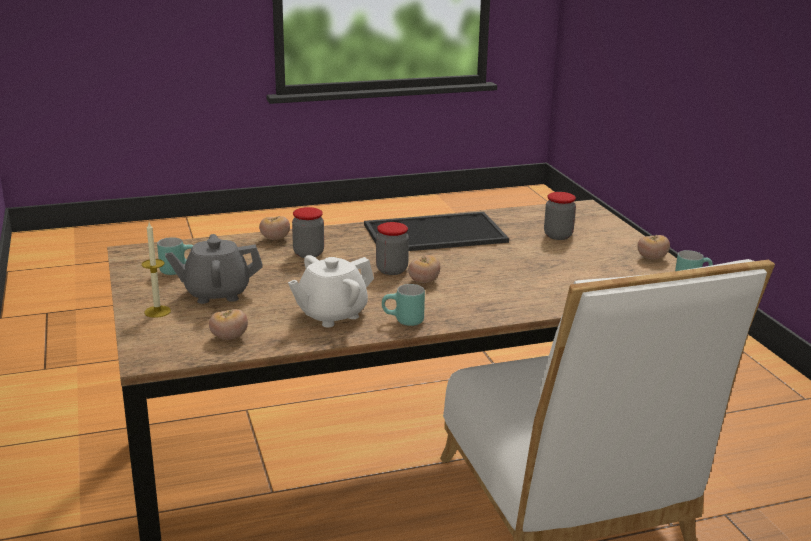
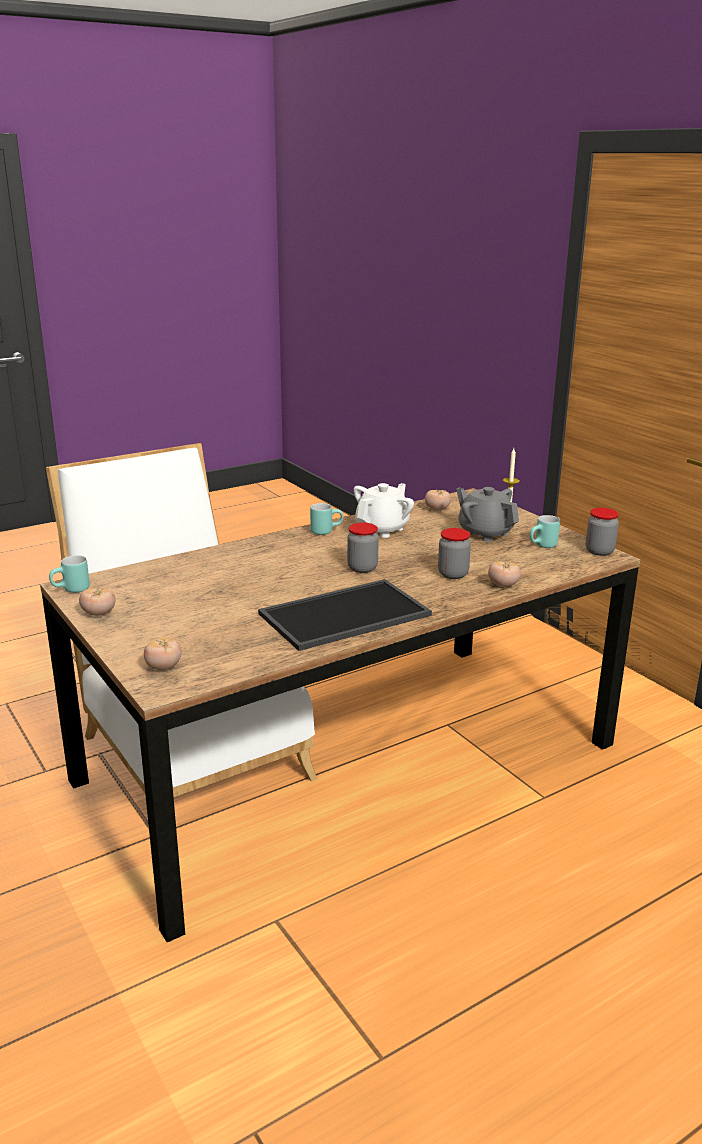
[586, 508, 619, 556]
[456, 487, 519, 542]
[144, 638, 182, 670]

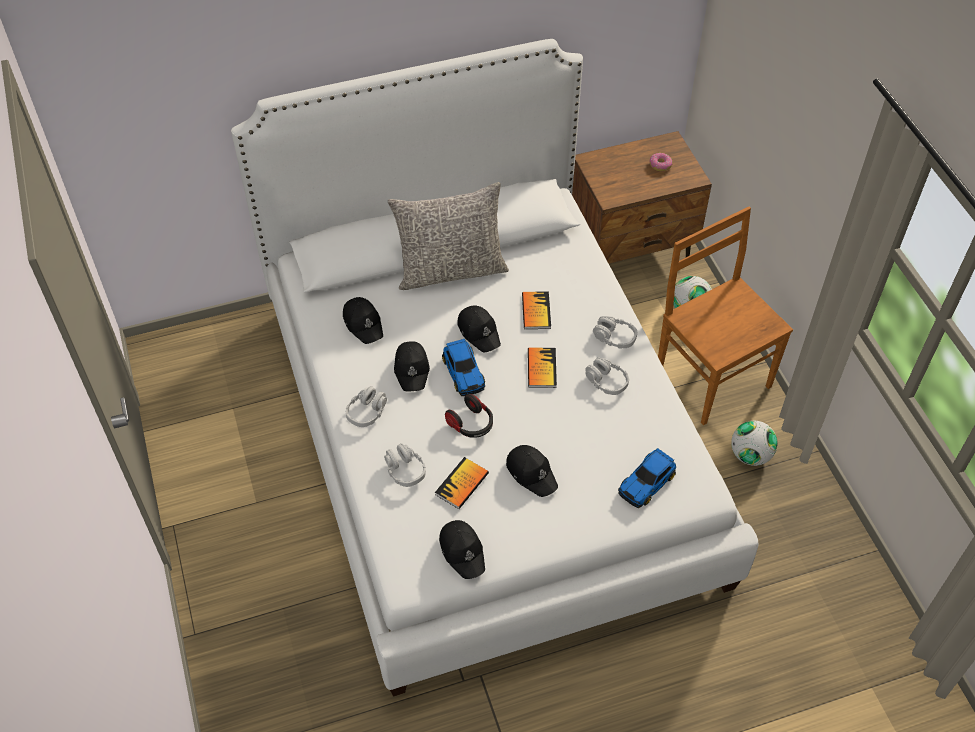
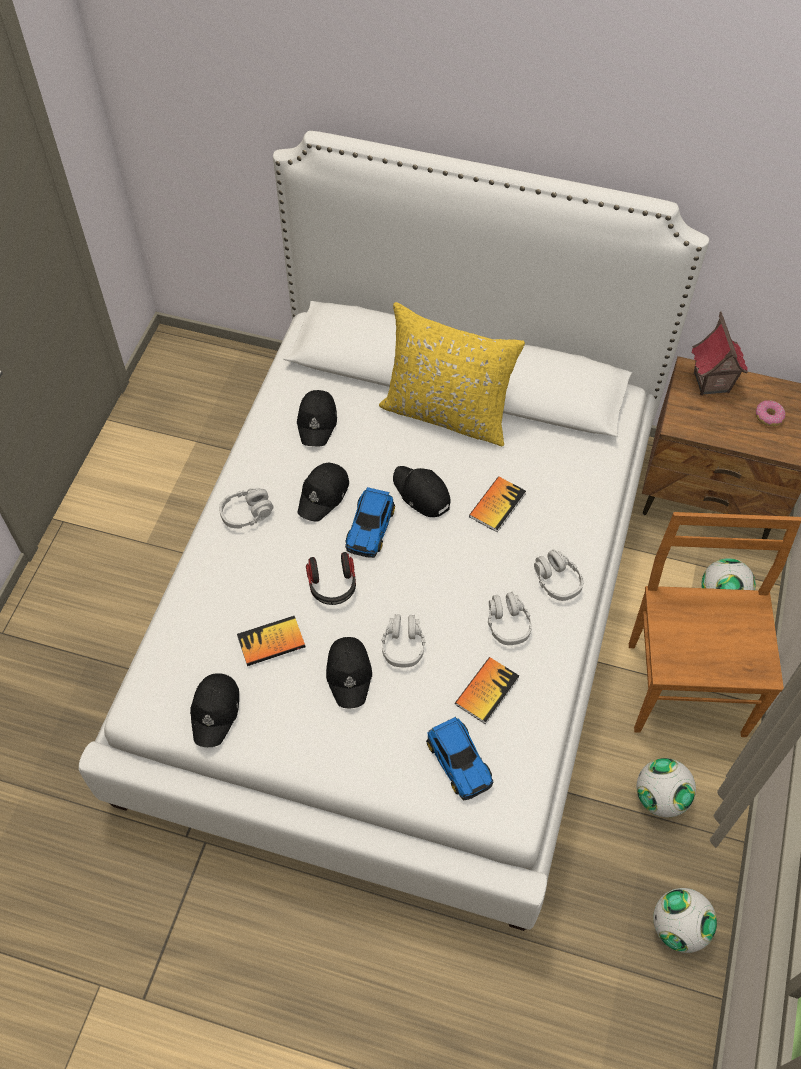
[379, 302, 525, 446]
[393, 466, 451, 517]
[455, 657, 519, 724]
[381, 614, 425, 667]
[426, 717, 493, 801]
[691, 312, 748, 396]
[653, 888, 717, 953]

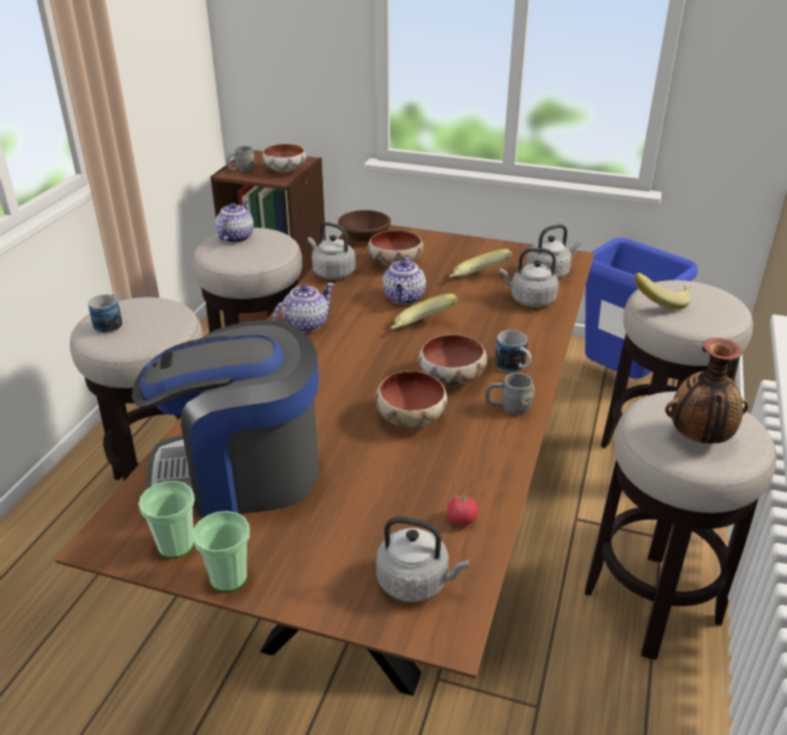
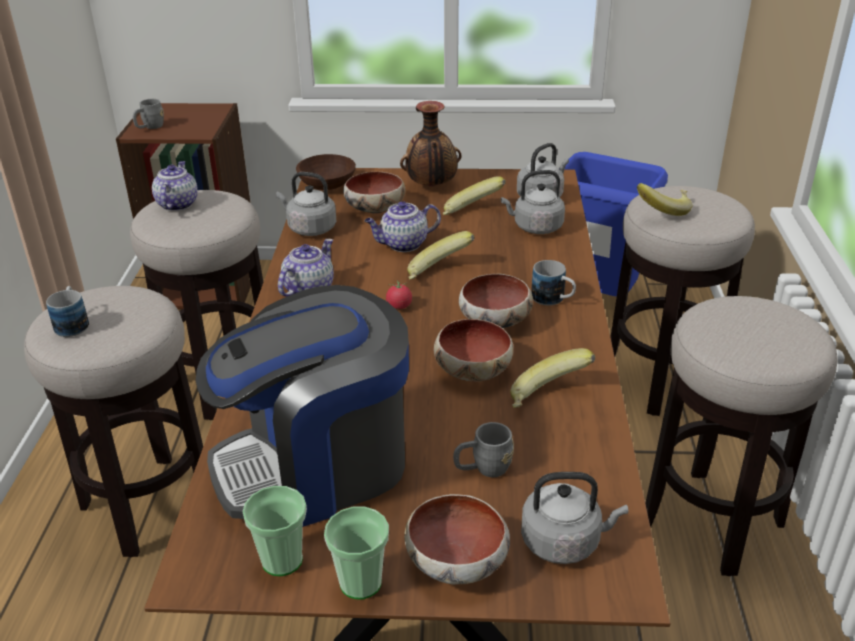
[404, 494, 510, 584]
[365, 201, 441, 252]
[400, 101, 461, 187]
[453, 422, 514, 477]
[386, 280, 412, 309]
[510, 348, 595, 408]

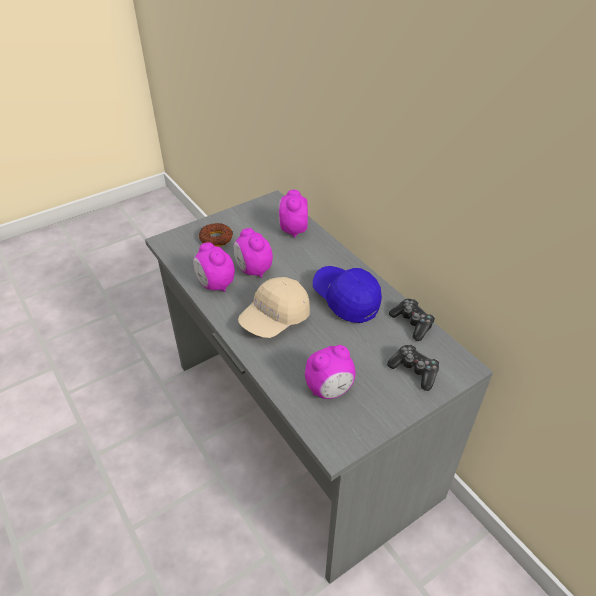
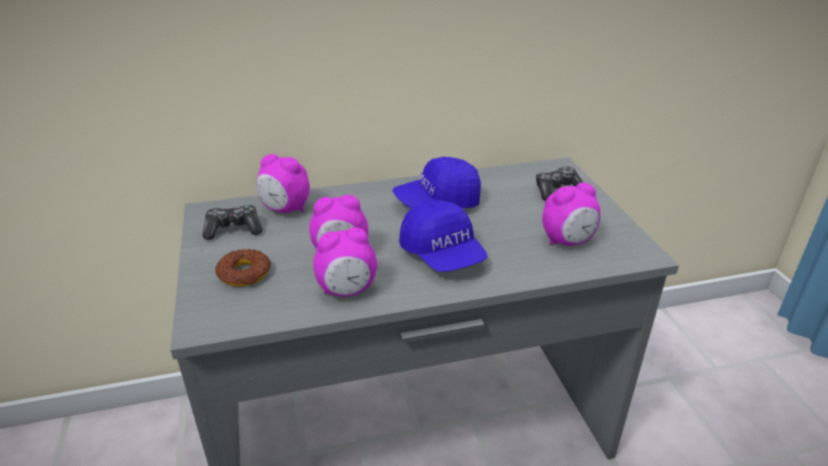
[399, 200, 487, 272]
[202, 205, 262, 240]
[542, 183, 600, 246]

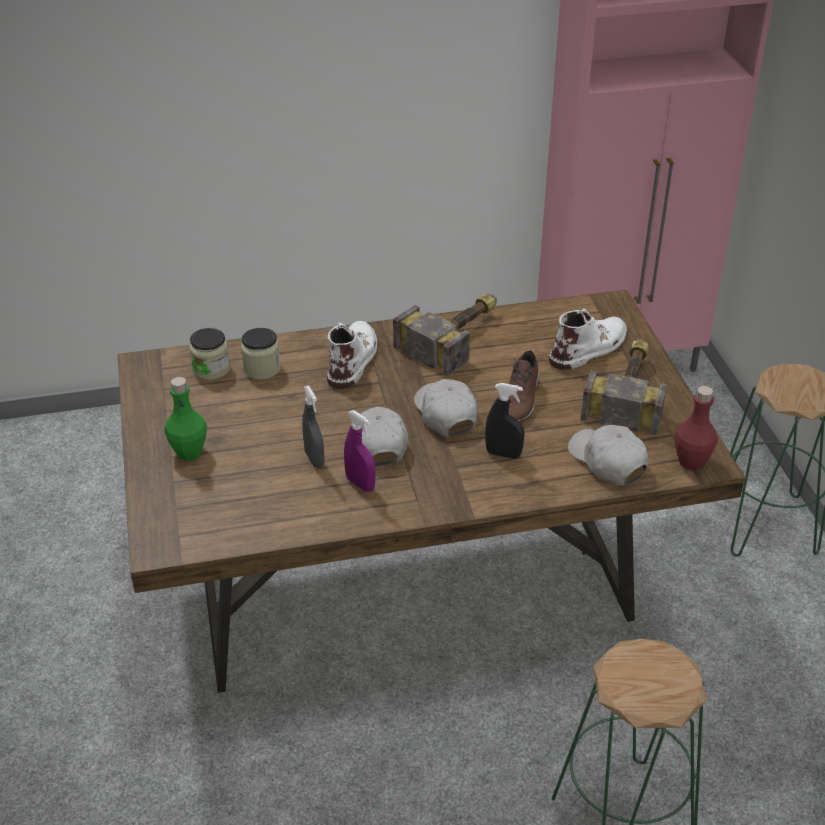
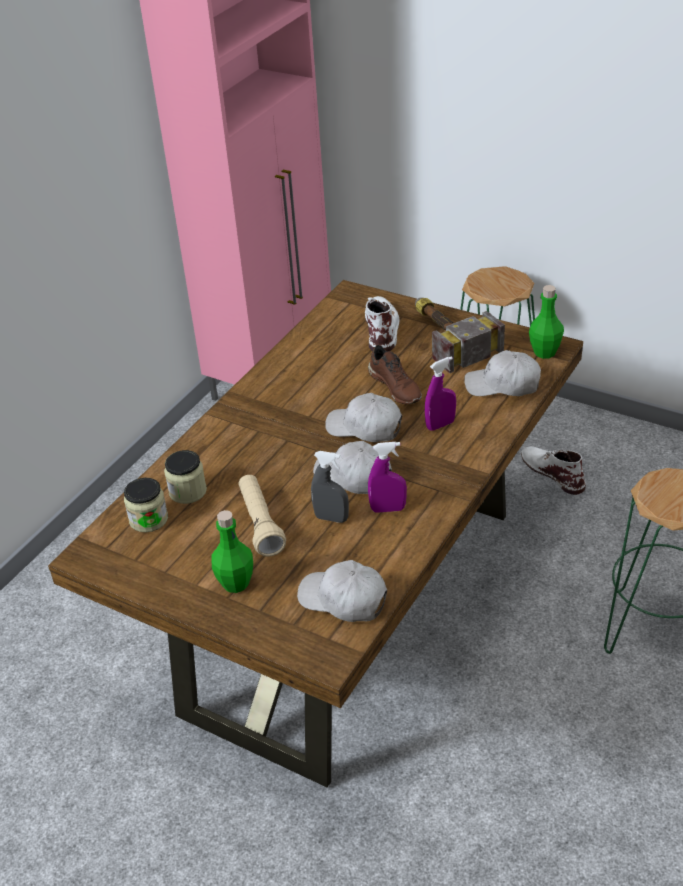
[393, 294, 497, 376] (first image)
[521, 446, 586, 495]
[425, 356, 456, 431]
[529, 285, 564, 359]
[238, 475, 286, 557]
[297, 560, 387, 622]

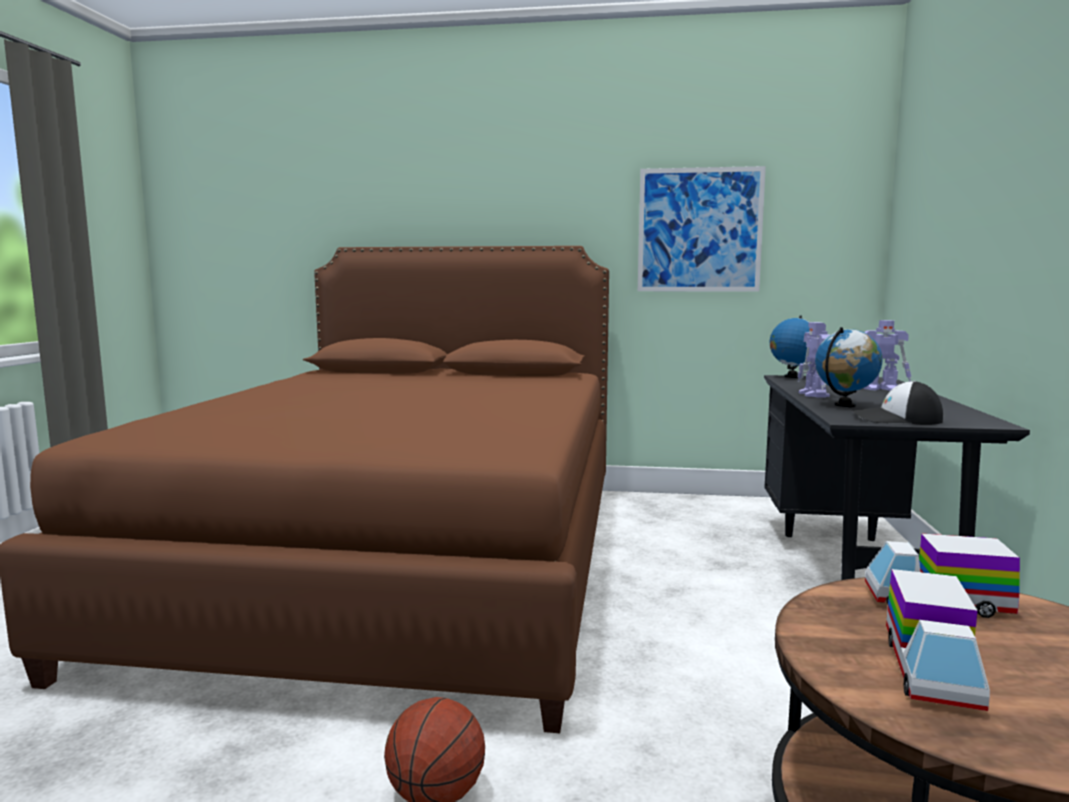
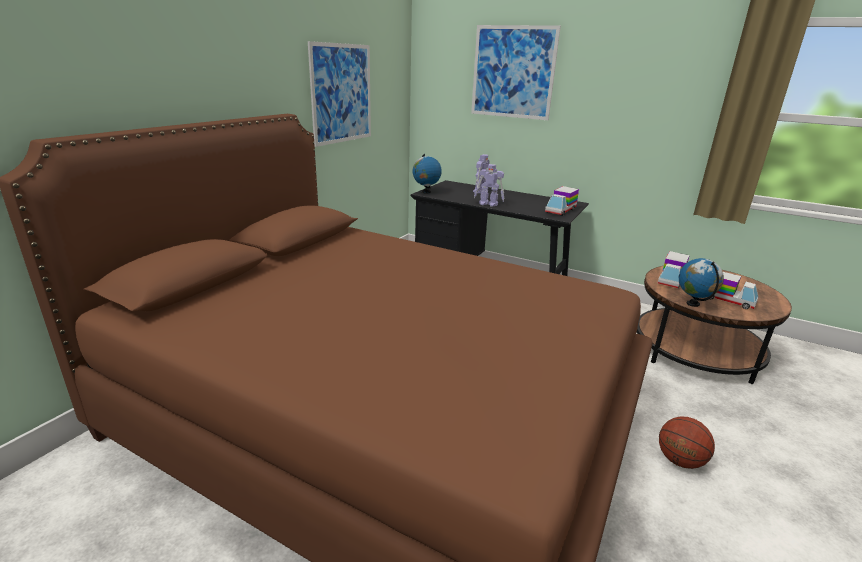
[679, 258, 724, 307]
[545, 186, 579, 216]
[471, 25, 561, 120]

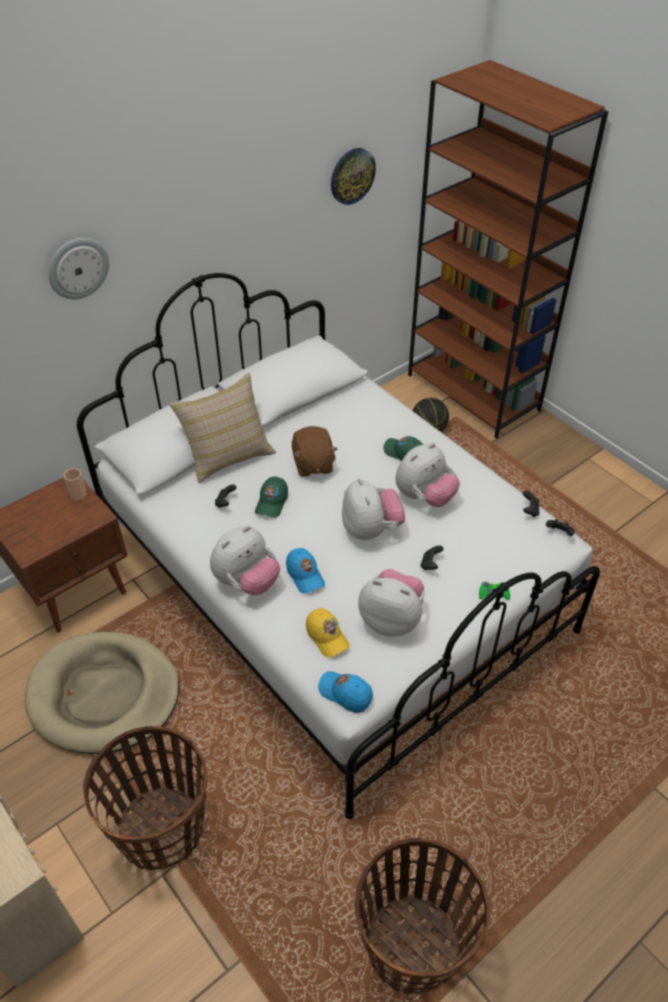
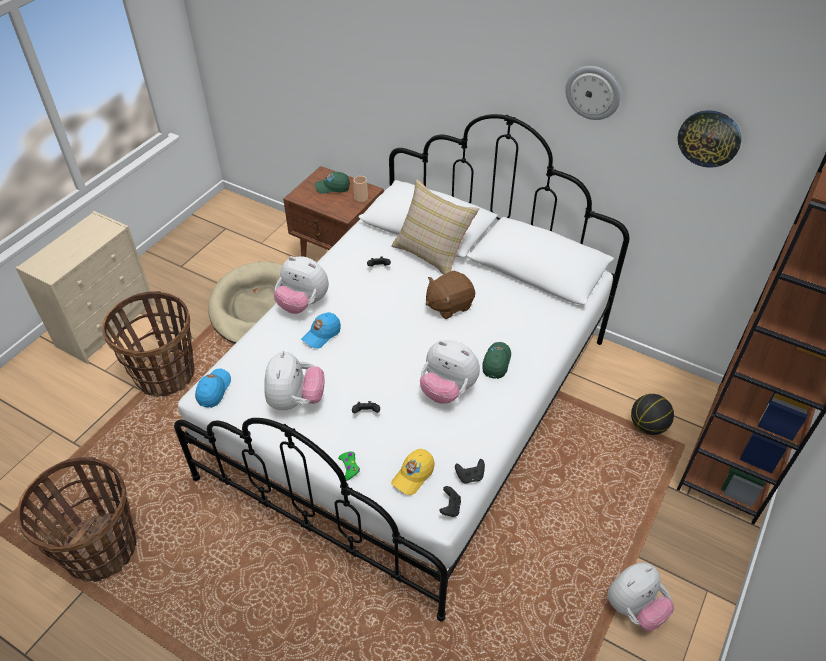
[565, 66, 621, 120]
[315, 172, 350, 194]
[608, 563, 674, 631]
[391, 449, 434, 495]

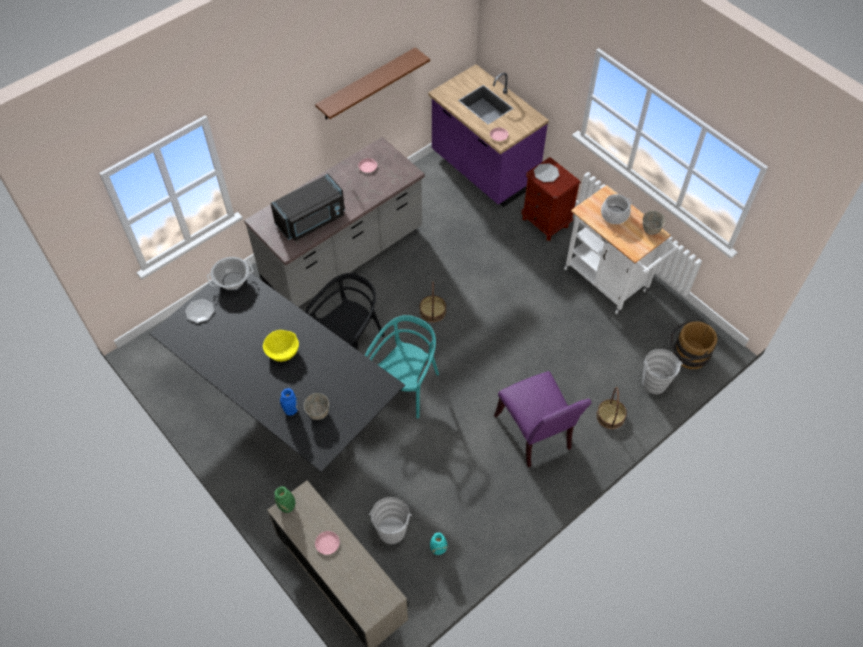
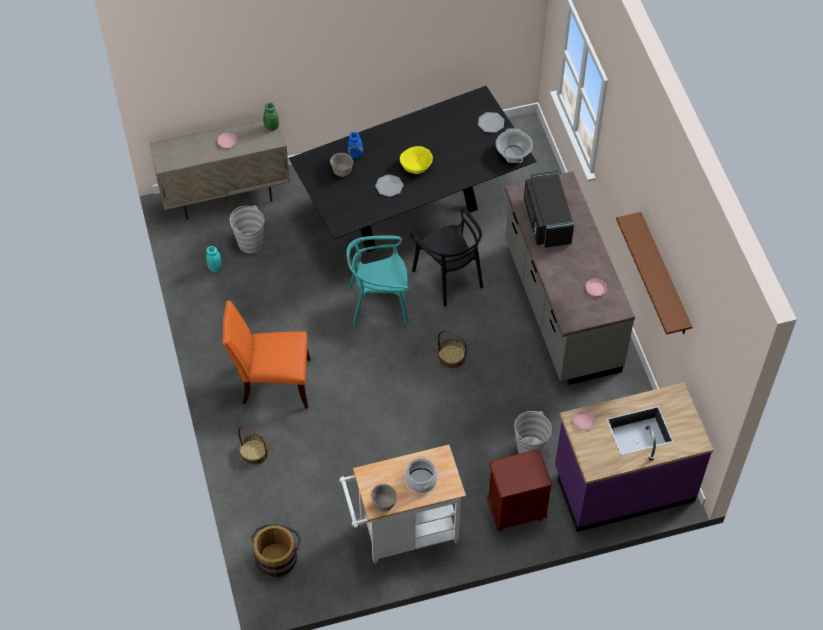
[375, 174, 403, 197]
[346, 235, 409, 325]
[514, 411, 552, 455]
[223, 300, 311, 408]

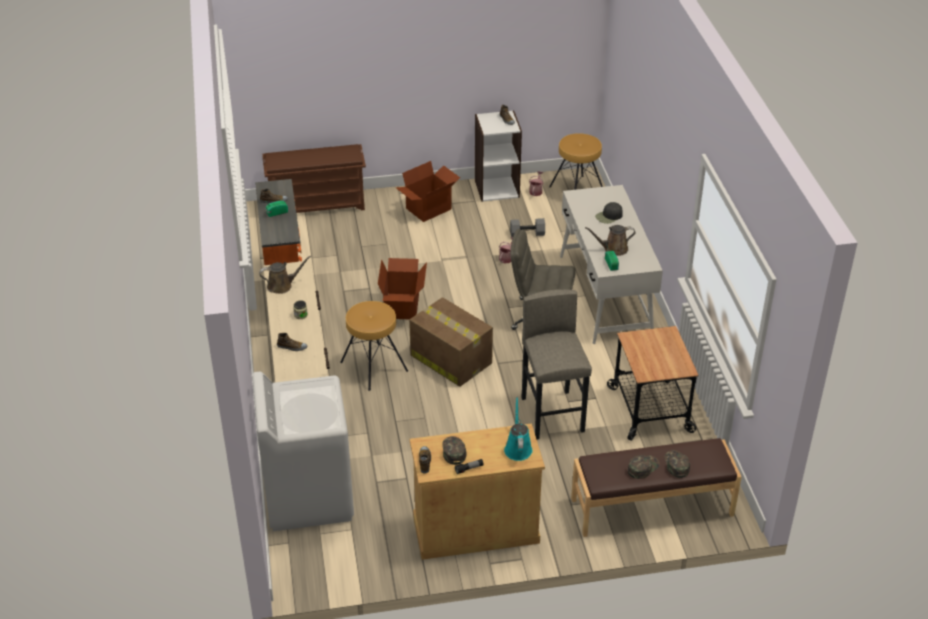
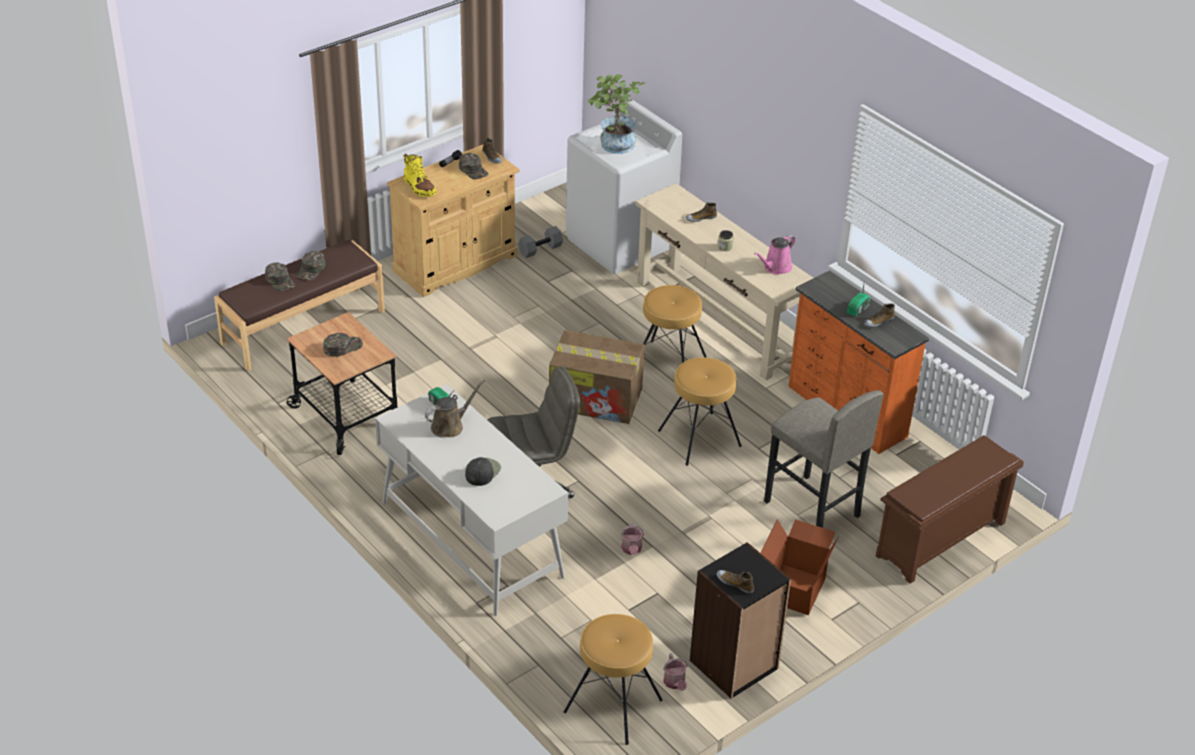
[690, 542, 791, 699]
[518, 226, 563, 258]
[754, 235, 795, 275]
[658, 357, 742, 466]
[764, 390, 884, 528]
[403, 154, 437, 197]
[588, 74, 645, 154]
[323, 333, 363, 357]

